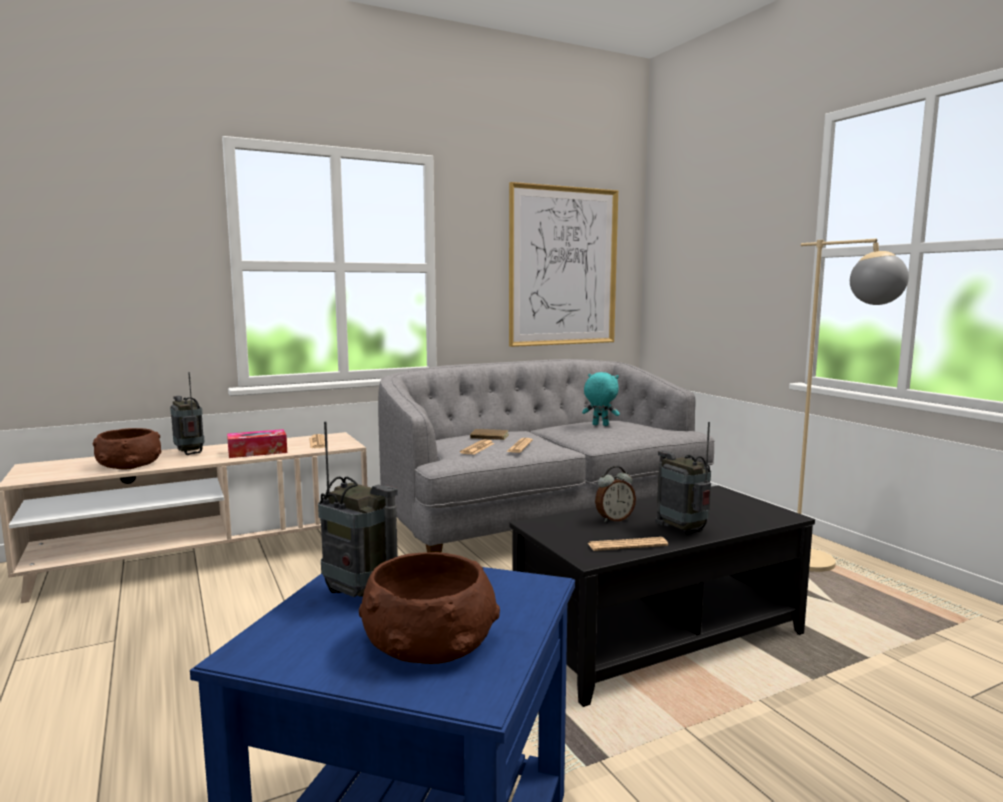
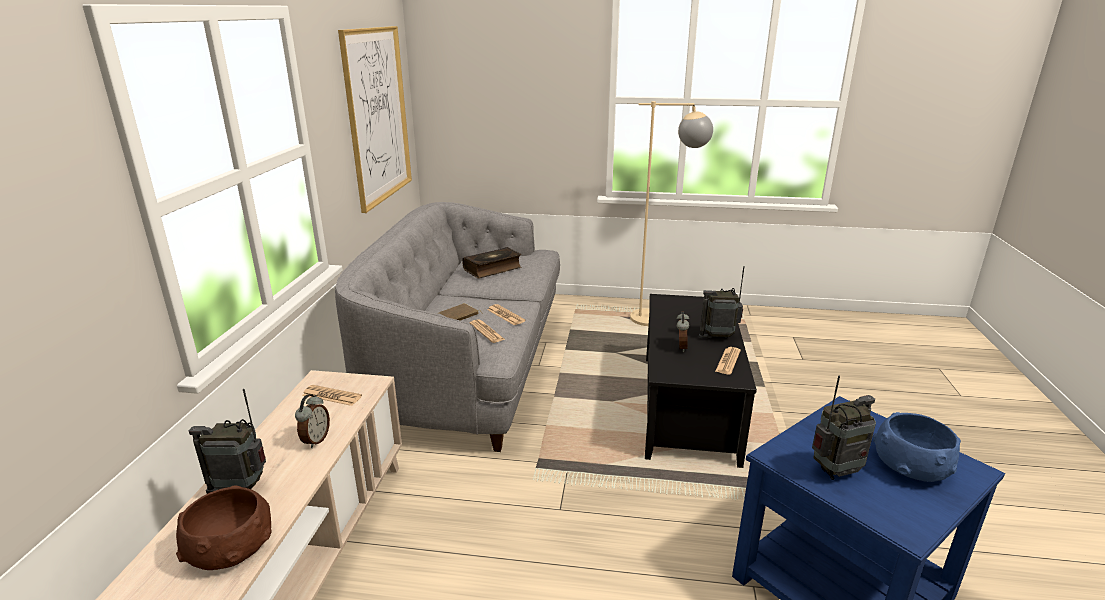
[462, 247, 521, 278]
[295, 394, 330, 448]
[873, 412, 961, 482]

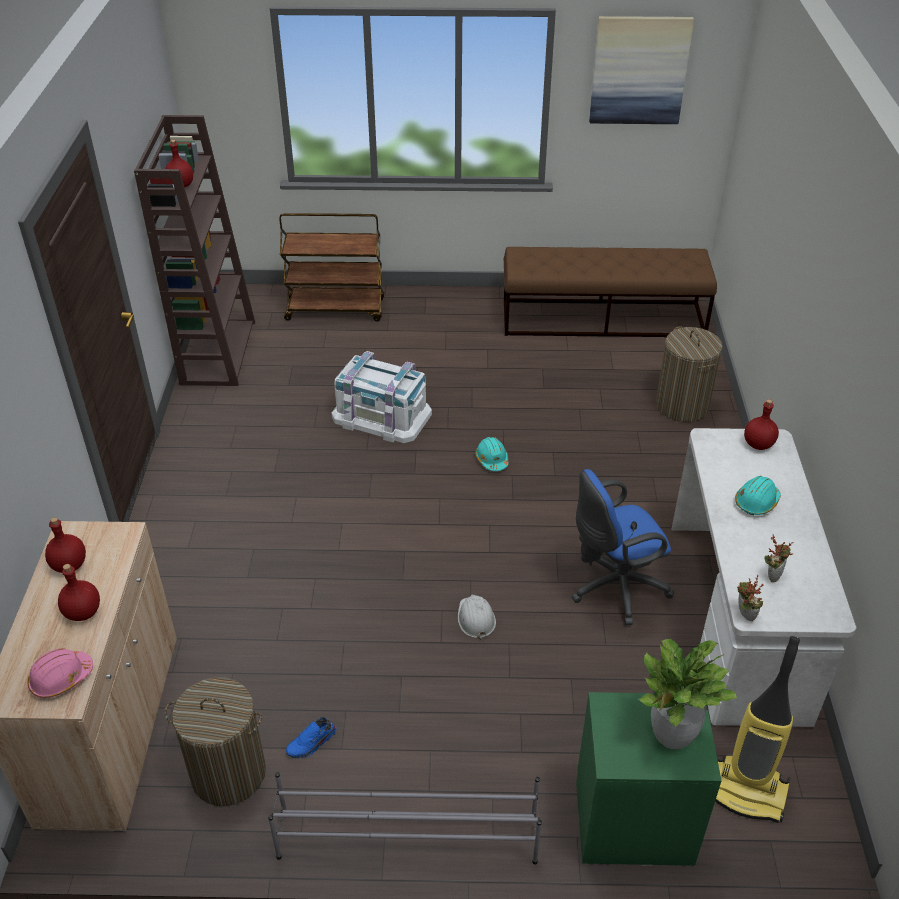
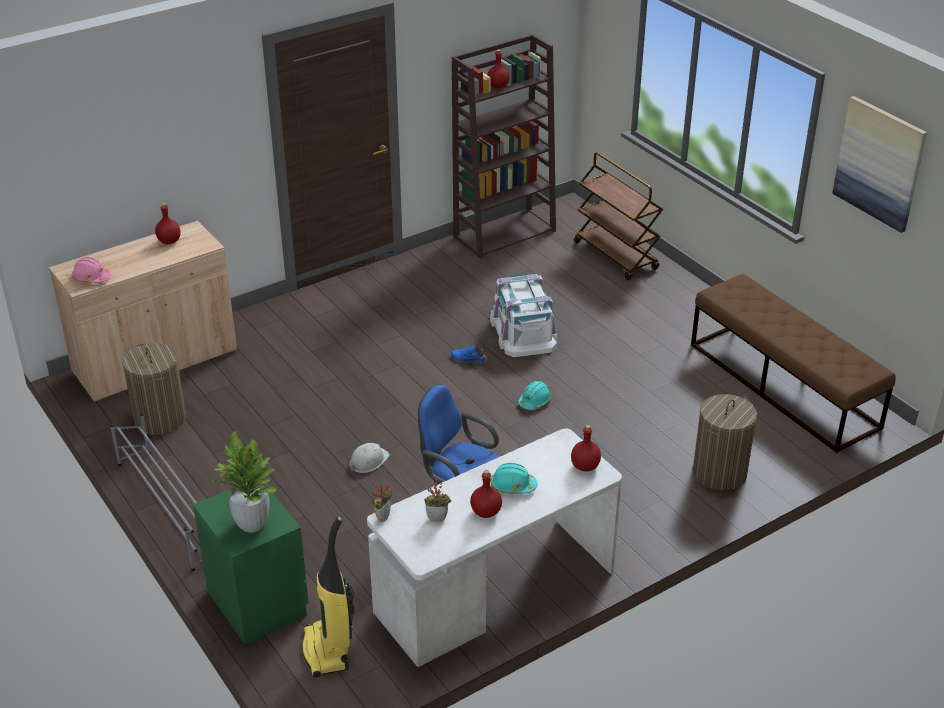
[470, 470, 502, 518]
[451, 346, 487, 363]

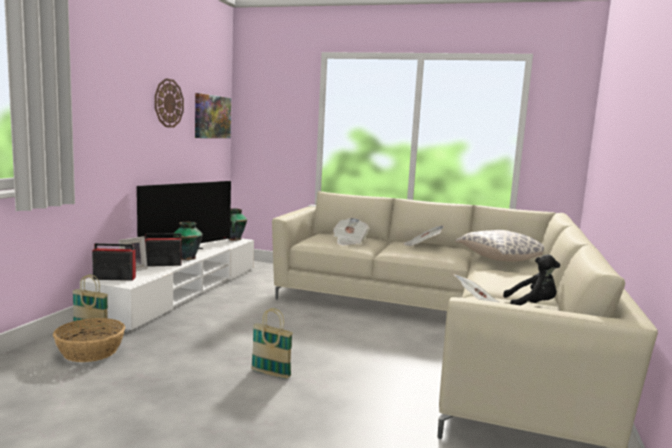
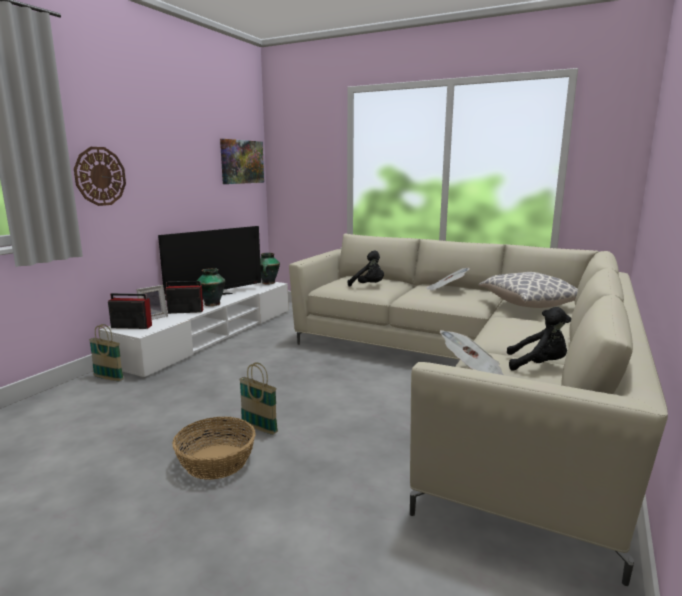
[74, 147, 126, 206]
[348, 250, 384, 287]
[172, 417, 256, 480]

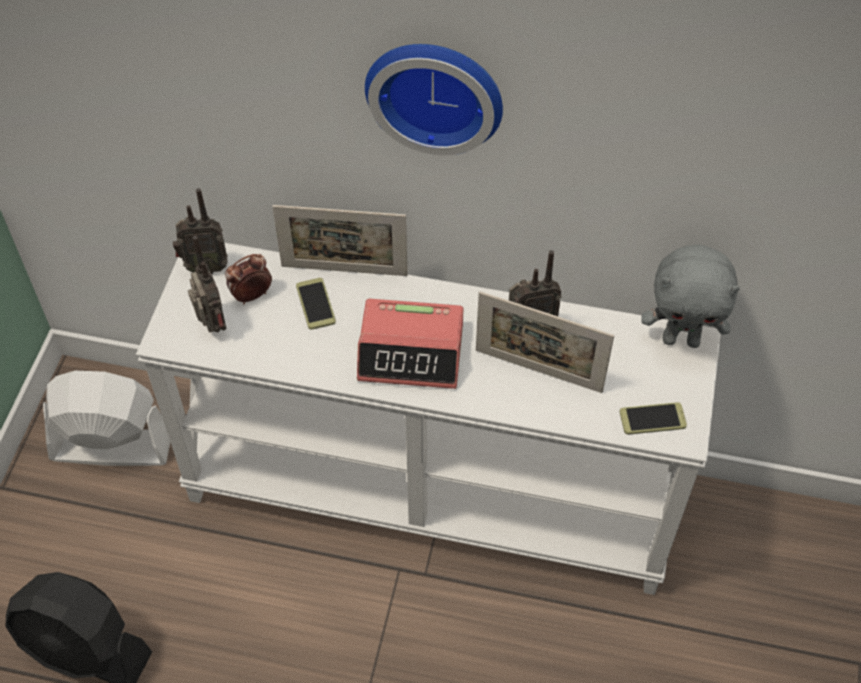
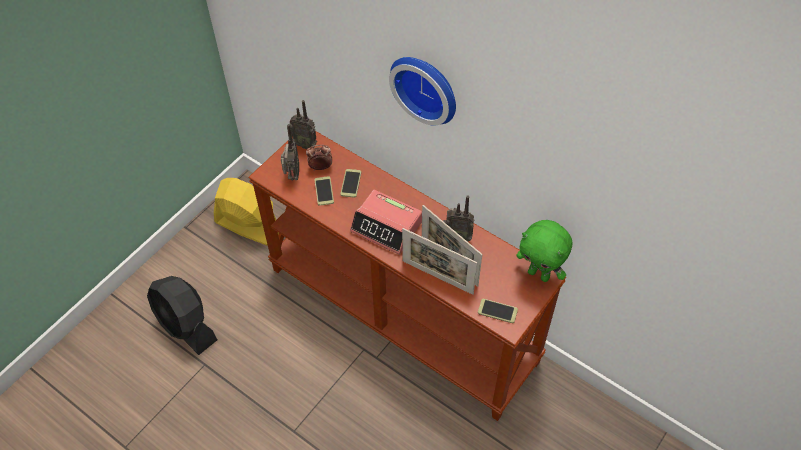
[402, 228, 477, 295]
[248, 131, 566, 421]
[516, 220, 573, 282]
[214, 178, 279, 246]
[315, 176, 334, 206]

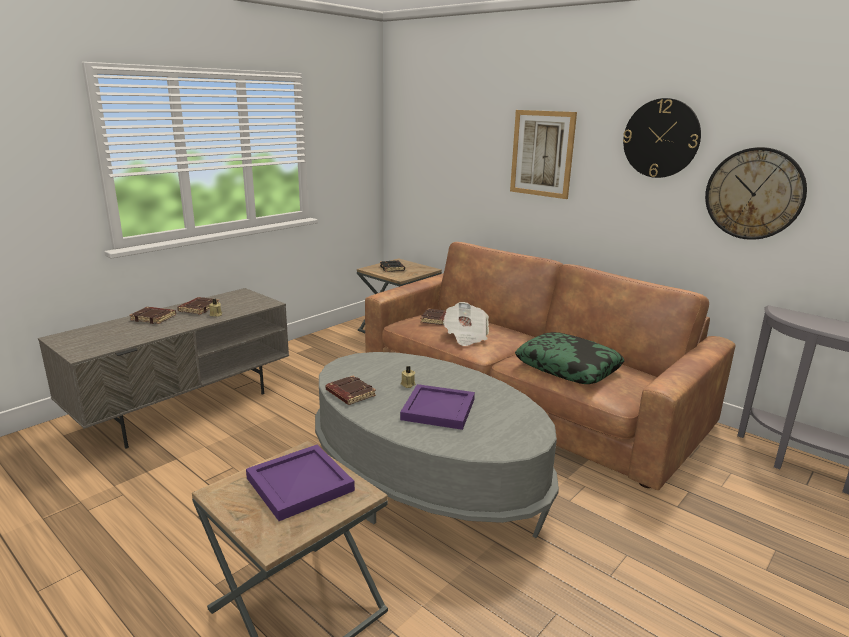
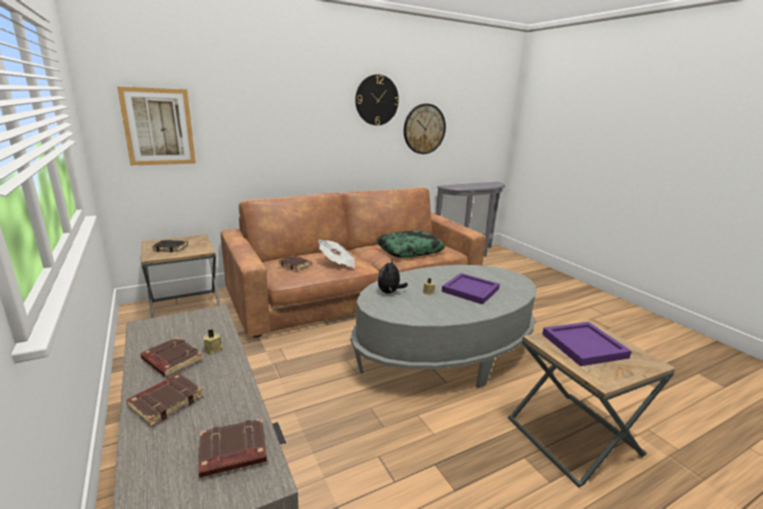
[117, 87, 196, 166]
[198, 419, 267, 478]
[378, 260, 408, 294]

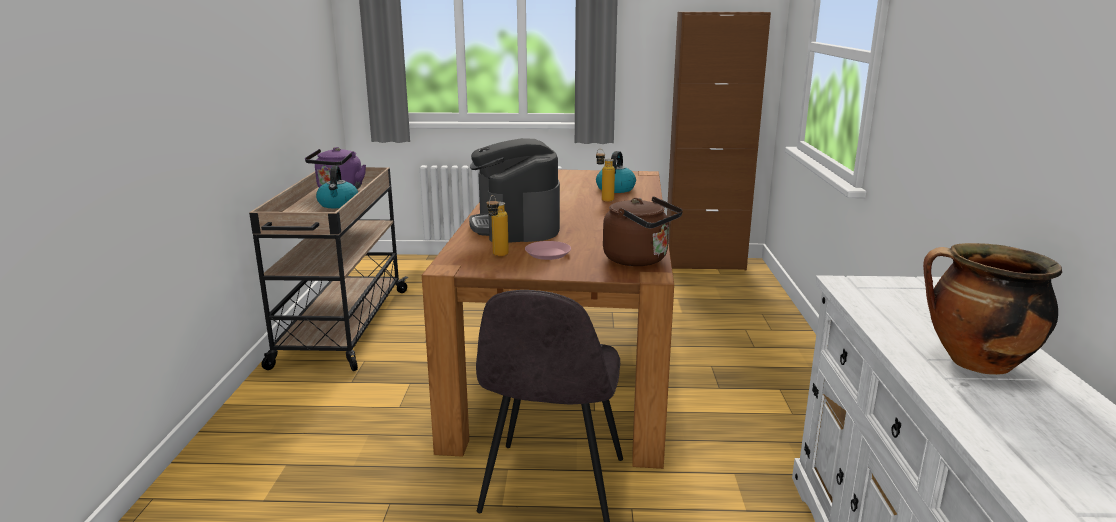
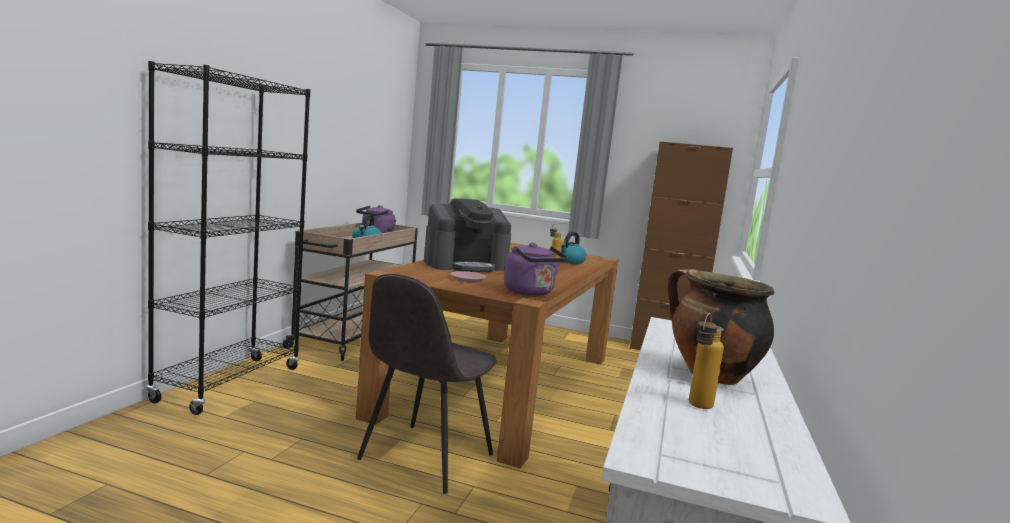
[424, 198, 511, 272]
[689, 313, 724, 409]
[504, 242, 568, 296]
[146, 61, 310, 415]

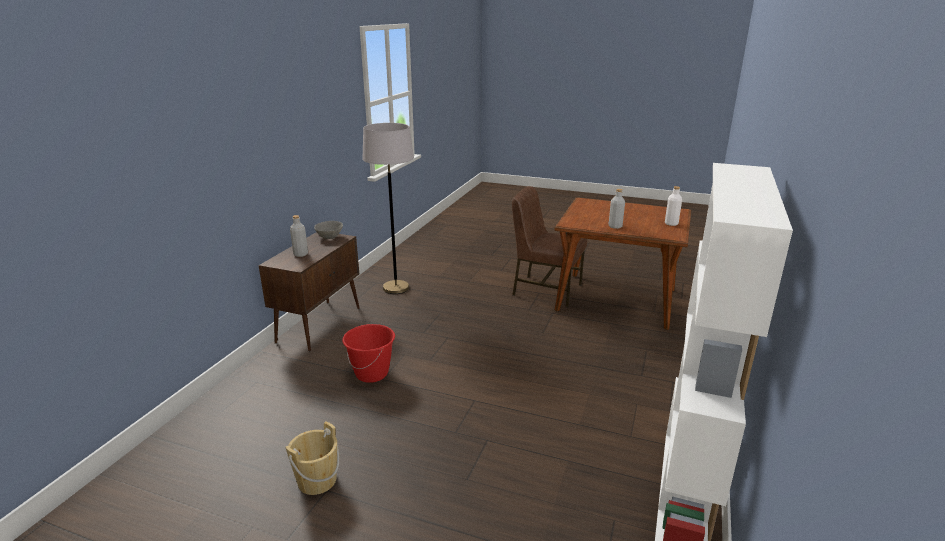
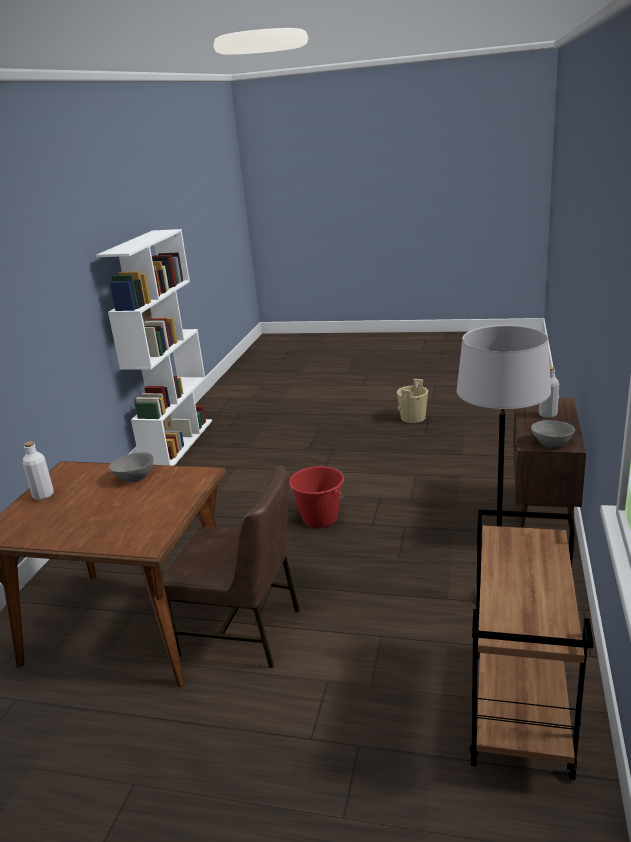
[109, 452, 154, 482]
[290, 466, 345, 528]
[470, 509, 594, 780]

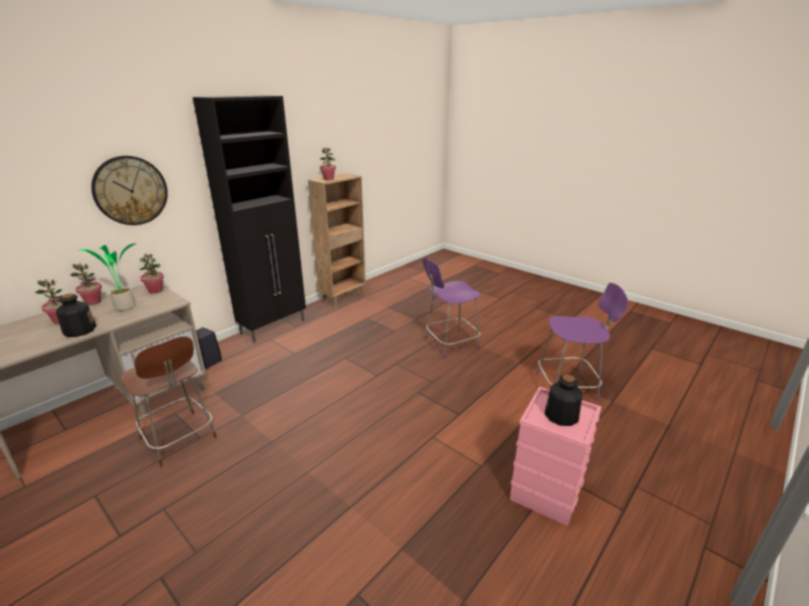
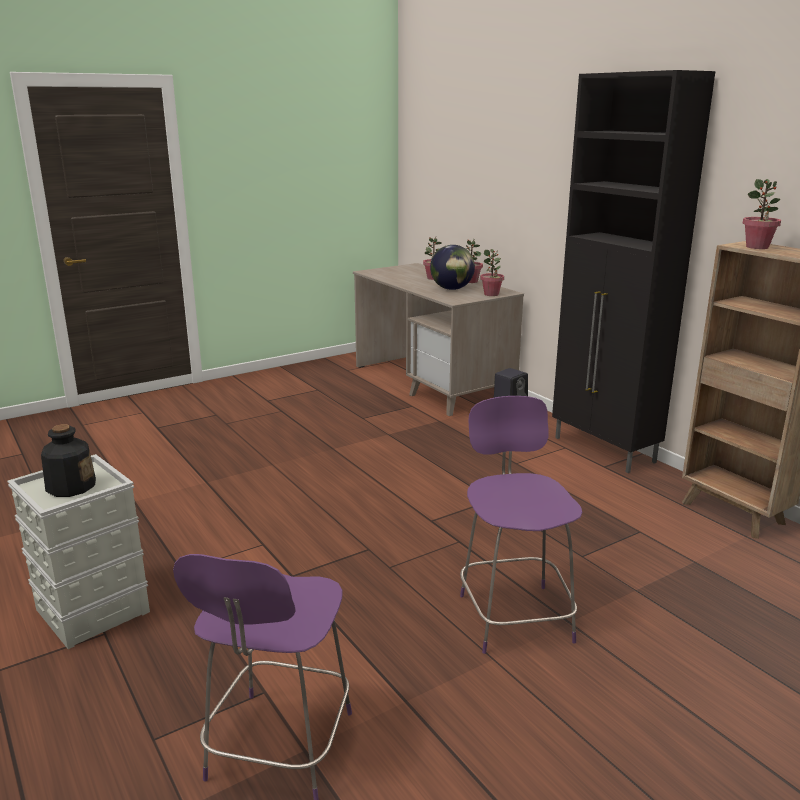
[91, 156, 168, 225] (first image)
[430, 245, 475, 290]
[56, 293, 97, 337] (first image)
[121, 336, 217, 467] (first image)
[7, 454, 150, 649]

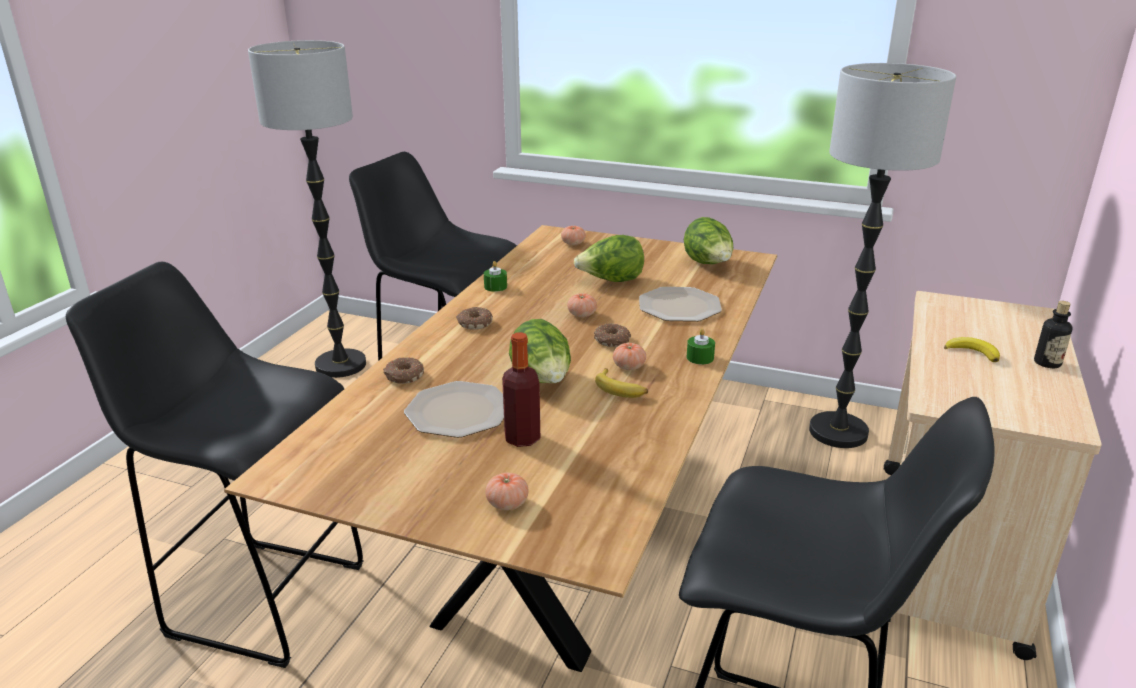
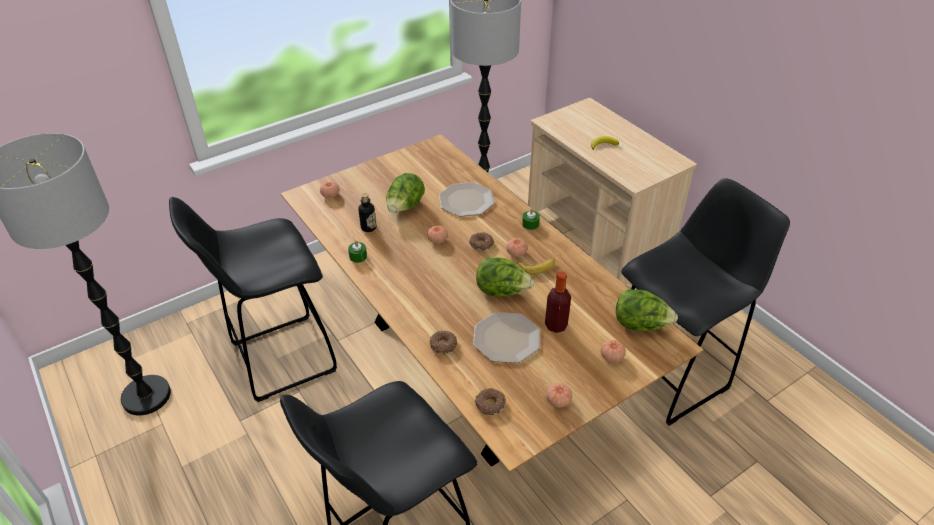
[616, 289, 678, 331]
[358, 194, 376, 232]
[475, 388, 506, 415]
[546, 383, 572, 408]

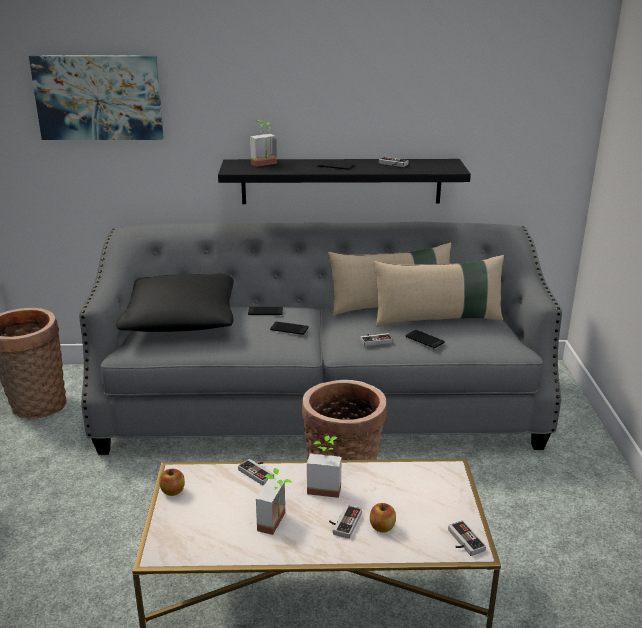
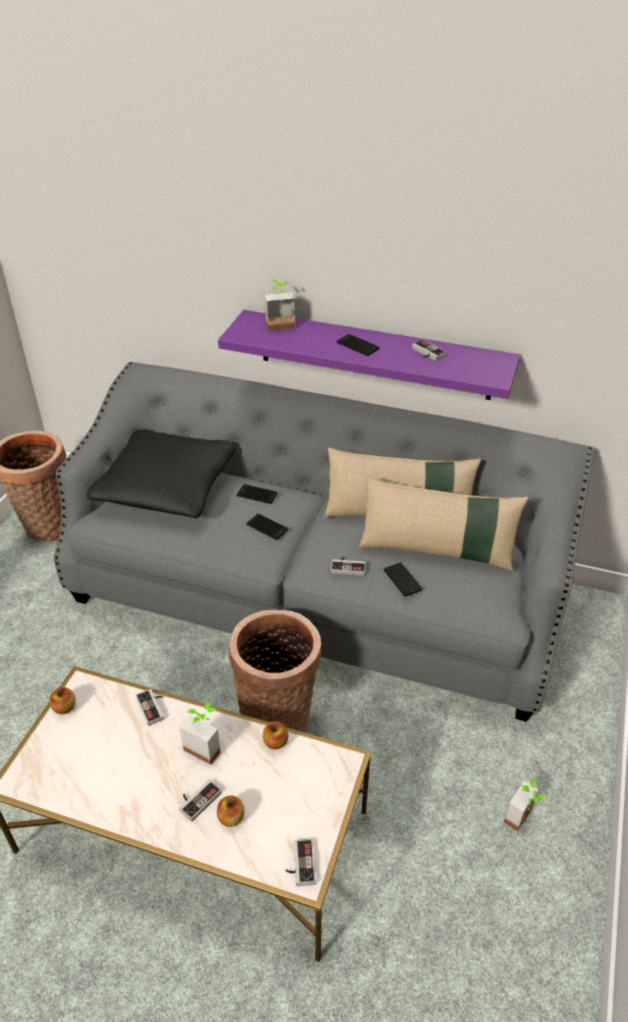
[29, 55, 164, 140] (first image)
[218, 310, 520, 400]
[504, 779, 546, 831]
[263, 721, 288, 750]

